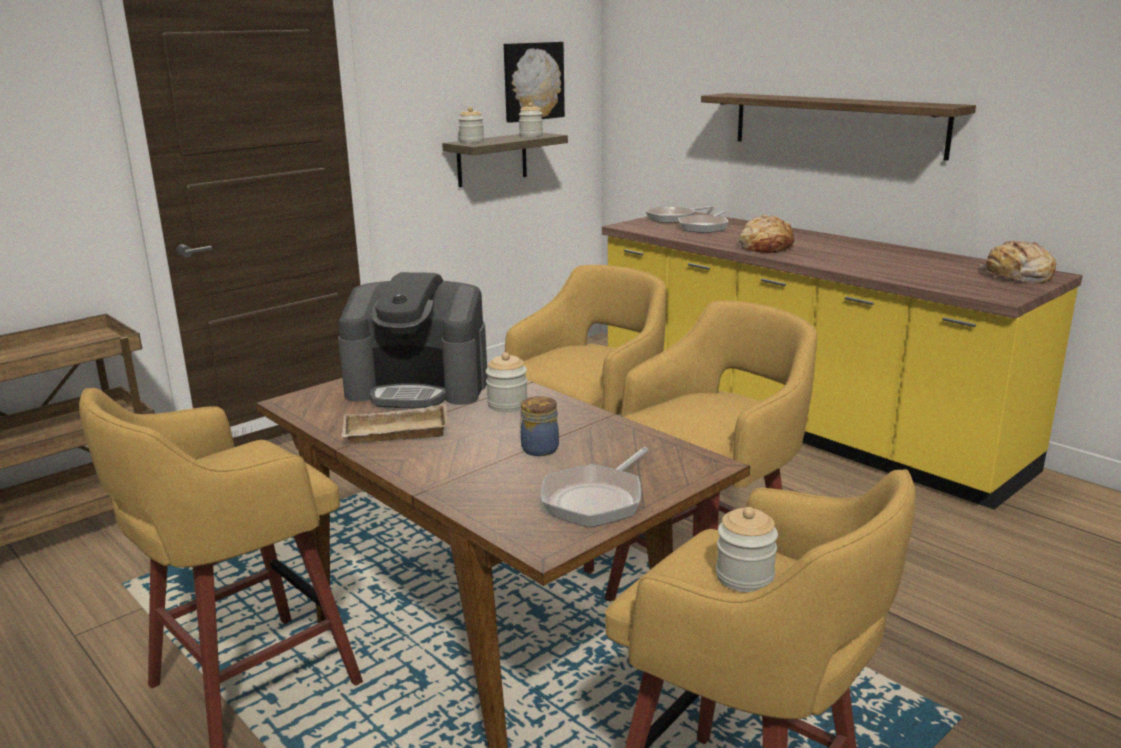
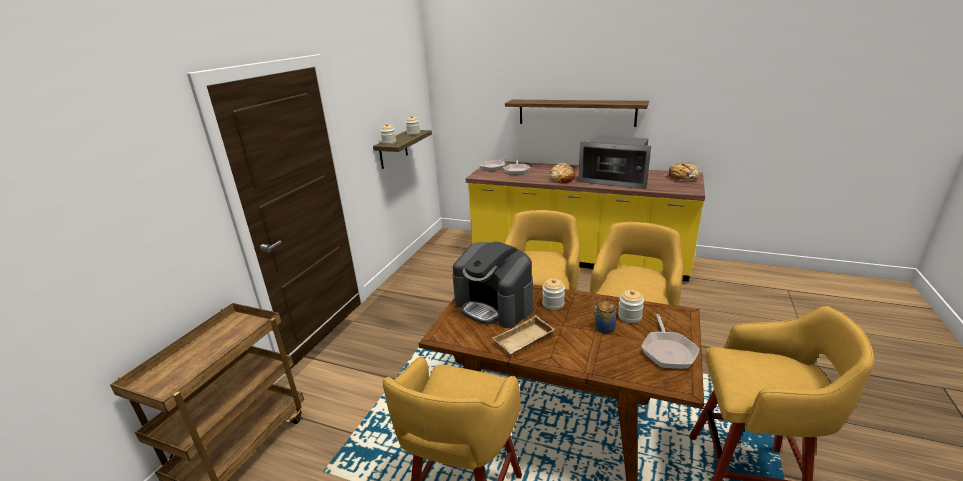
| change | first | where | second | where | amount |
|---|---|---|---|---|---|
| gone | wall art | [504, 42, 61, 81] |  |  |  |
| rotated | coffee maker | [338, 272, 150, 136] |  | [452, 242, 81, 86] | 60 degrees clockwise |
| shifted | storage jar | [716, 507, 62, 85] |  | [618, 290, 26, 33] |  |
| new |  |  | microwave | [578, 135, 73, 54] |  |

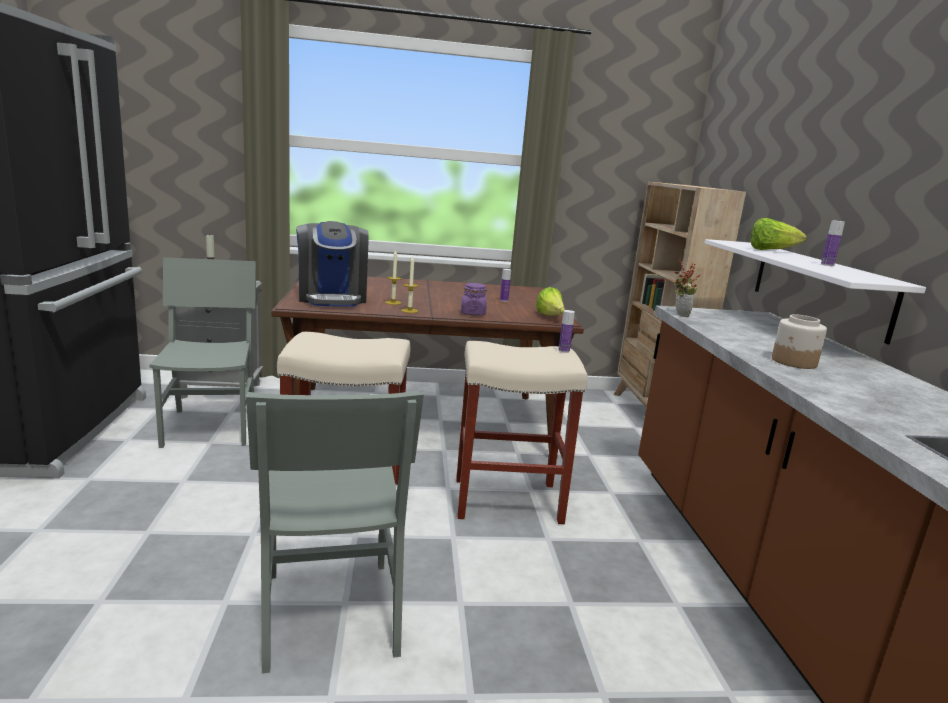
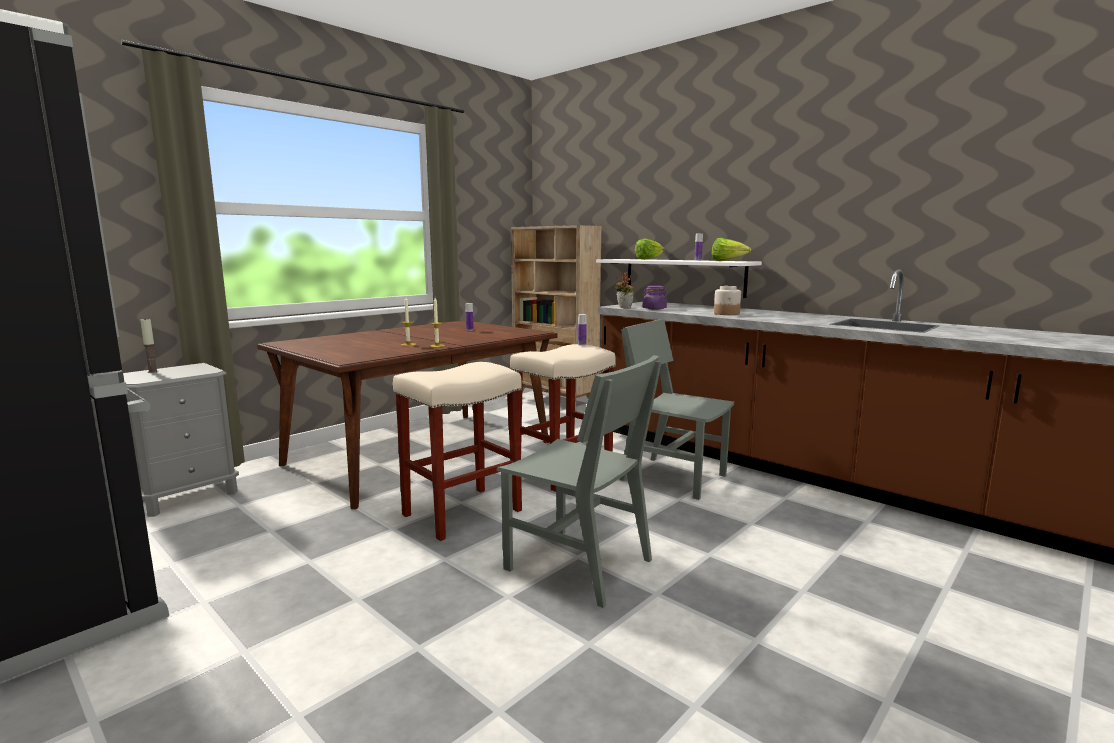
| change | first | where | second | where | amount |
|---|---|---|---|---|---|
| gone | coffee maker | [296, 221, 73, 85] |  |  |  |
| shifted | greyish upright chair | [149, 257, 107, 191] |  | [620, 319, 114, 181] |  |
| shifted | purple-coloured storage jar | [461, 283, 26, 33] |  | [643, 286, 24, 24] |  |
| shifted | head of lettuce | [536, 287, 29, 28] |  | [711, 238, 40, 23] |  |

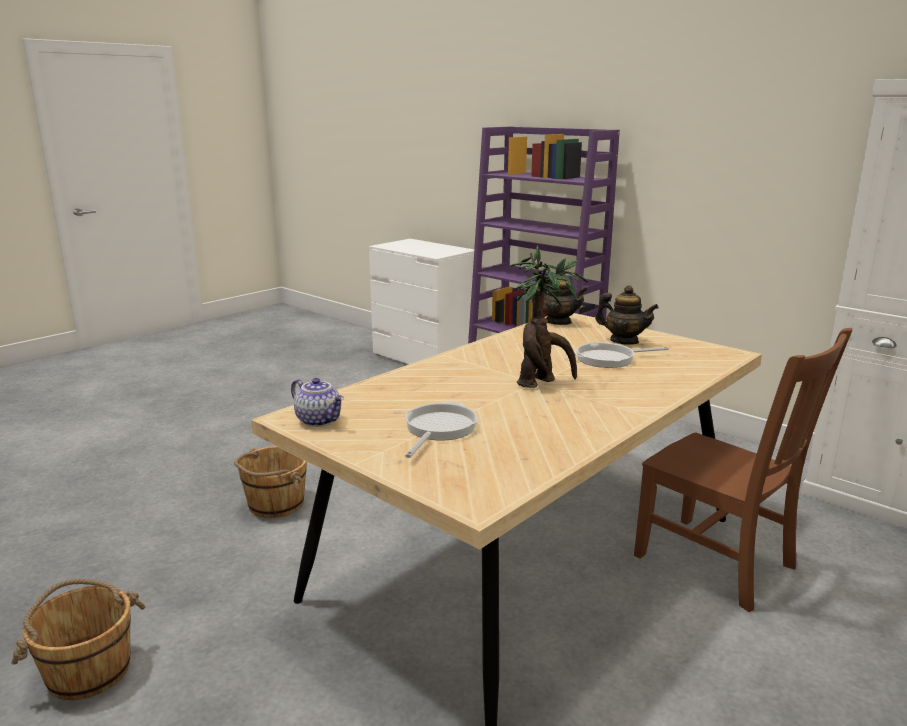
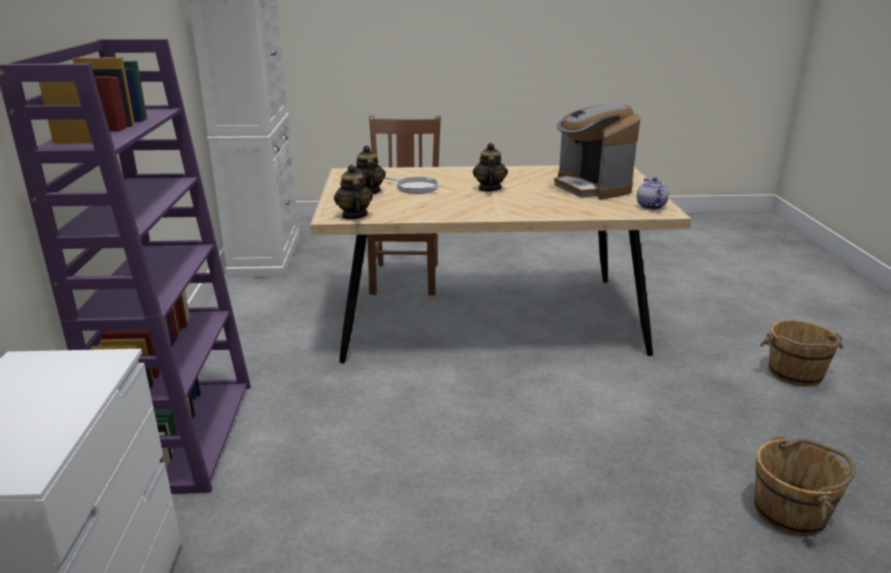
| change | first | where | second | where | amount |
|---|---|---|---|---|---|
| swapped | houseplant | [511, 245, 77, 143] | tea pot | [473, 143, 35, 49] |  |
| swapped | skillet | [405, 401, 73, 57] | coffee maker | [554, 103, 86, 96] |  |
| shifted | brown-coloured pail | [234, 446, 73, 72] |  | [754, 436, 102, 100] |  |

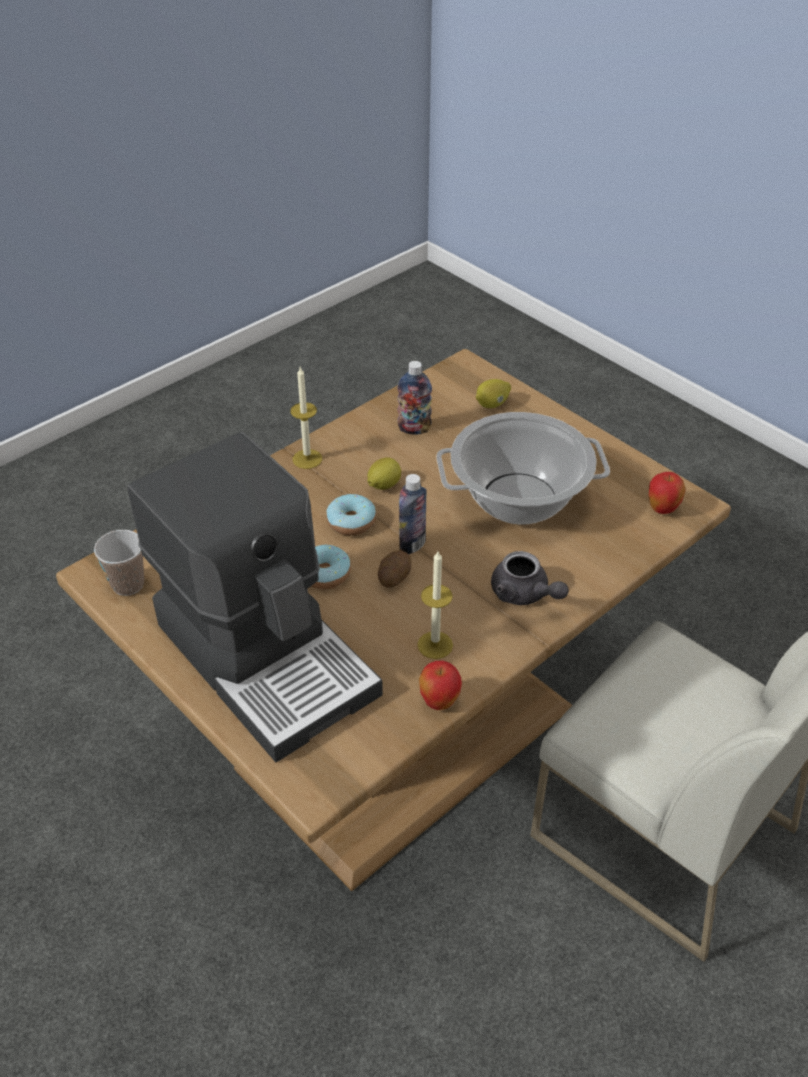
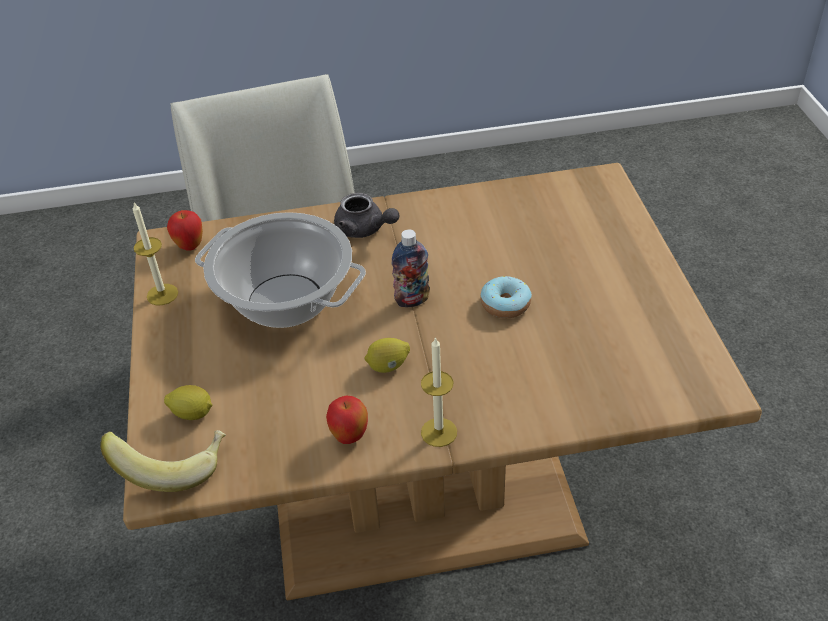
| change | first | where | second | where | amount |
|---|---|---|---|---|---|
| gone | drink bottle | [397, 361, 35, 74] |  |  |  |
| gone | coffee maker | [127, 432, 256, 330] |  |  |  |
| gone | ring doughnut | [326, 494, 50, 42] |  |  |  |
| gone | drinking cup | [94, 530, 50, 66] |  |  |  |
| gone | potato | [378, 551, 33, 36] |  |  |  |
| shifted | wax candle | [417, 551, 36, 108] |  | [133, 203, 45, 102] |  |
| rotated | greyish tea pot | [491, 551, 78, 54] |  | [334, 193, 66, 45] | 135 degrees clockwise |
| shifted | apple fruit | [419, 661, 43, 49] |  | [326, 395, 42, 49] |  |
| new |  |  | banana | [100, 430, 126, 62] |  |

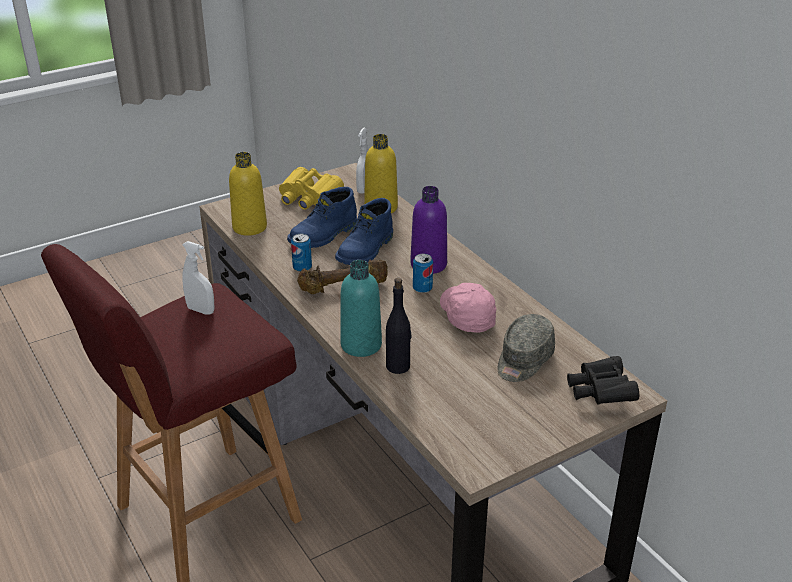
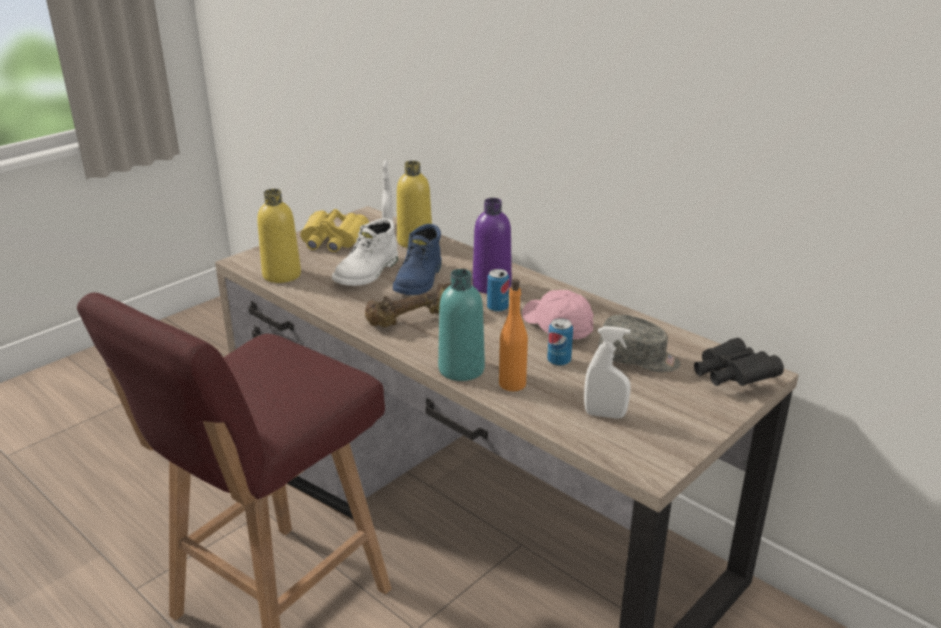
| change | first | where | second | where | amount |
|---|---|---|---|---|---|
| repainted | blue-coloured tall boot | [287, 187, 70, 61] | whitish tall boot | [332, 218, 66, 68] |  |
| shifted | metal can | [291, 234, 21, 38] |  | [547, 318, 26, 48] |  |
| shifted | whitish hand sprayer | [182, 241, 33, 74] |  | [584, 326, 47, 93] |  |
| repainted | black drink bottle | [386, 278, 25, 96] | orange-coloured drink bottle | [499, 278, 29, 113] |  |
| rotated | greyish cap | [497, 314, 58, 68] |  | [598, 315, 83, 57] | 90 degrees counterclockwise |

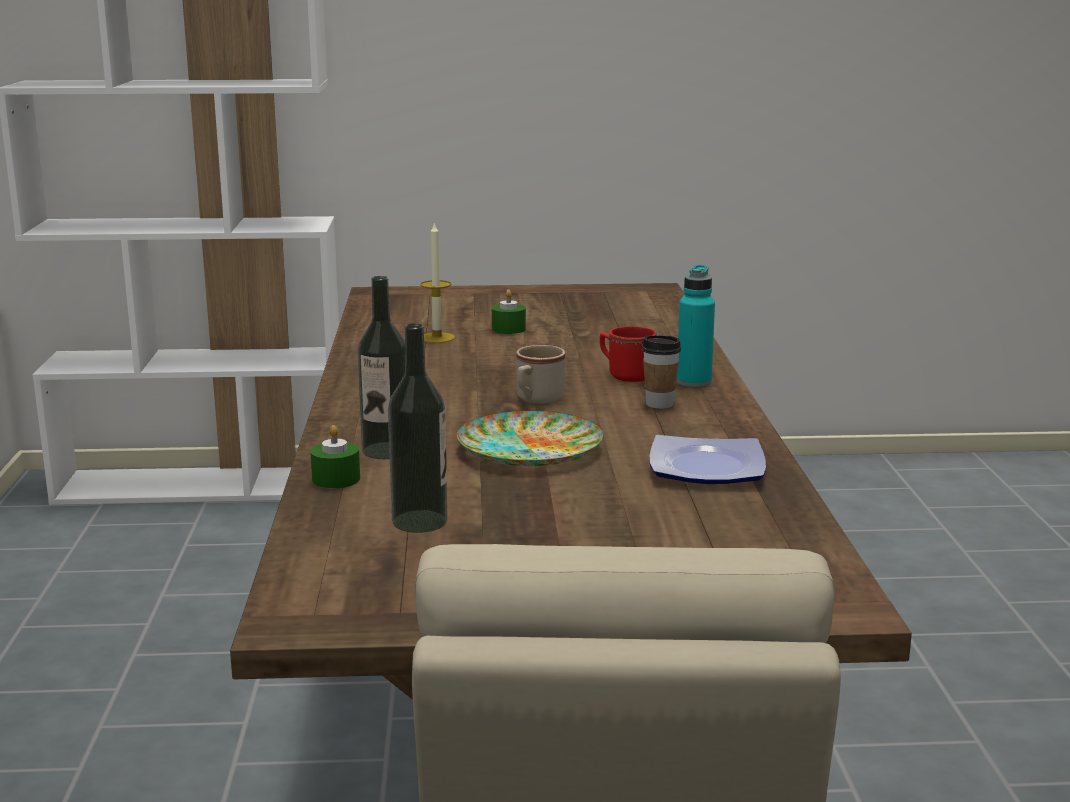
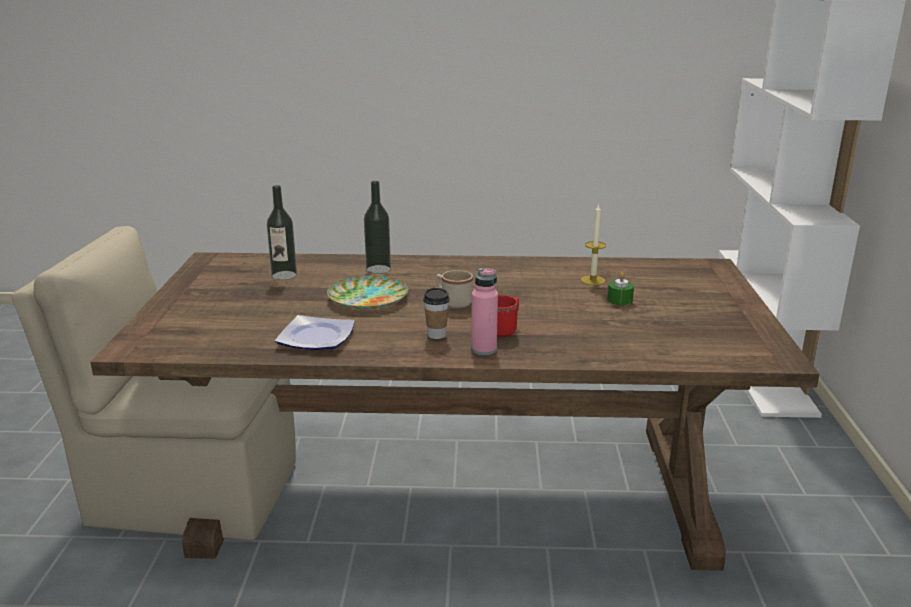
| change | first | where | second | where | amount |
|---|---|---|---|---|---|
| repainted | blue-green drink bottle | [677, 265, 38, 122] | pink-coloured drink bottle | [471, 268, 27, 87] |  |
| gone | green wax candle | [310, 425, 50, 63] |  |  |  |

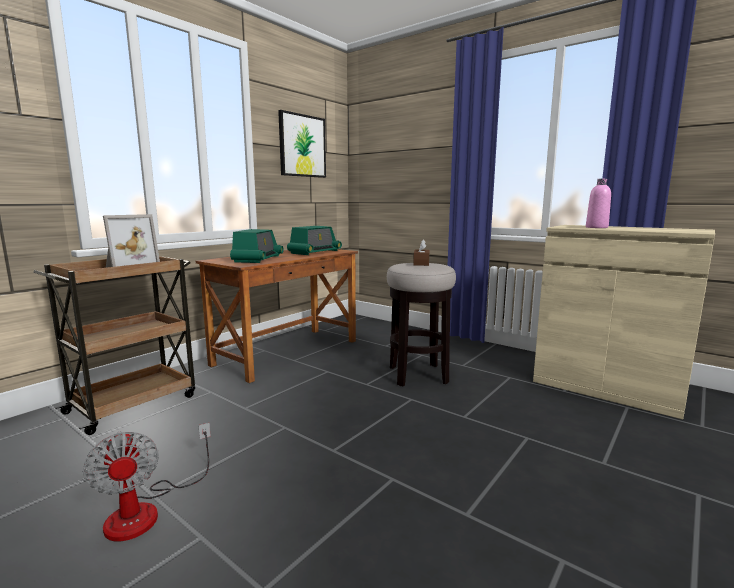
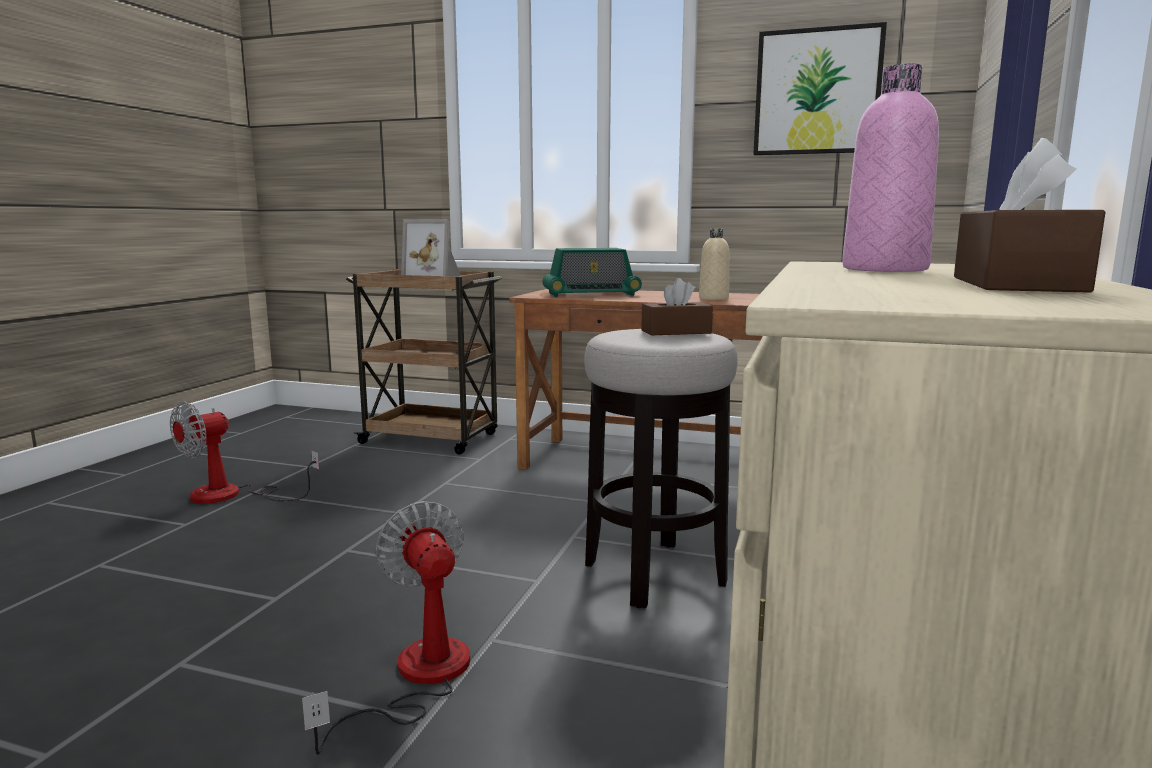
| change | first | where | second | where | amount |
|---|---|---|---|---|---|
| swapped | radio receiver | [287, 226, 55, 29] | beige-coloured drink bottle | [699, 229, 30, 71] |  |
| new |  |  | brown-coloured box of tissues | [954, 138, 151, 155] |  |
| new |  |  | electric fan | [302, 501, 168, 254] |  |

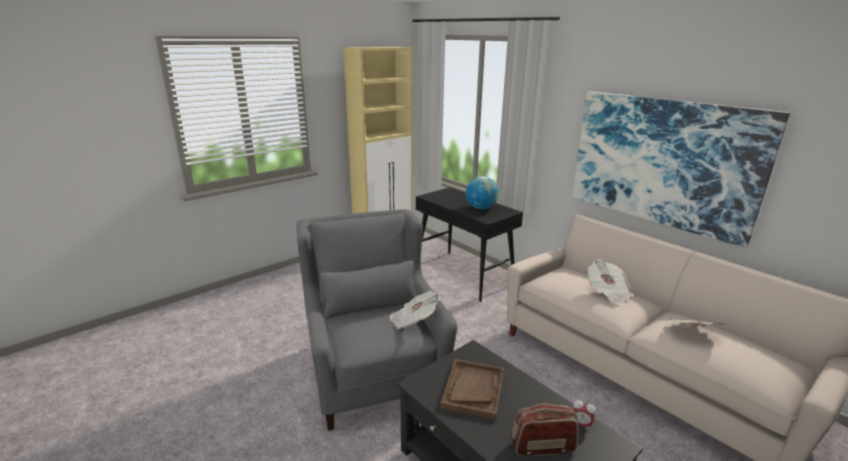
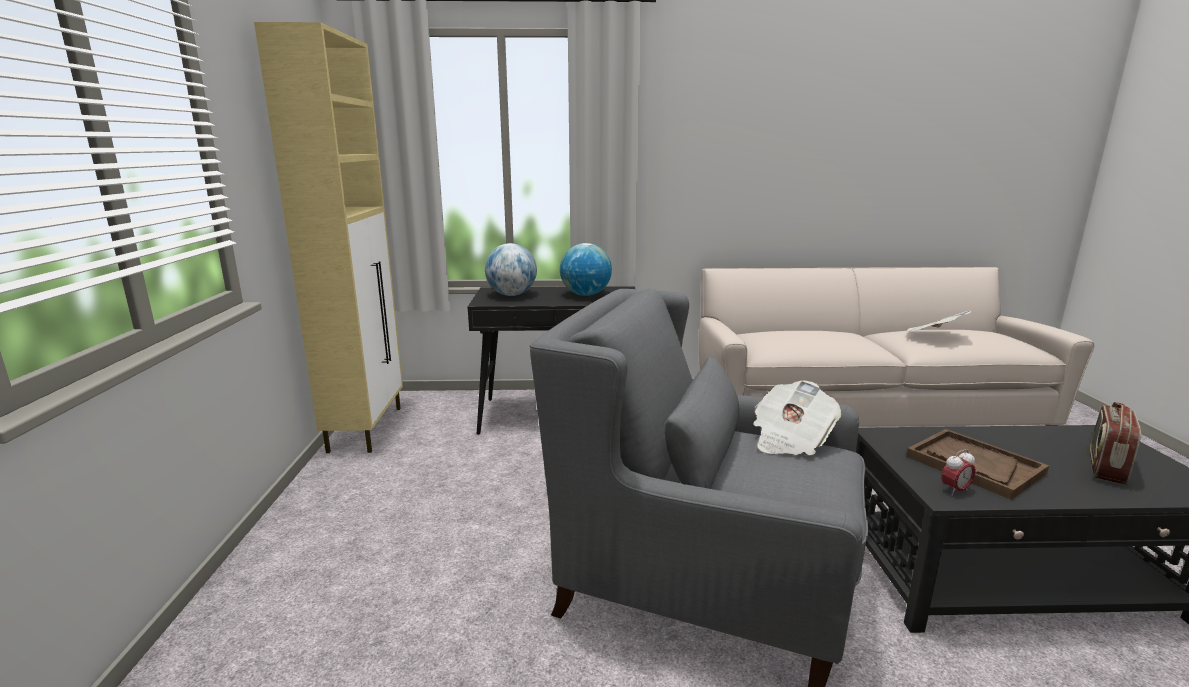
| change | first | where | second | where | amount |
|---|---|---|---|---|---|
| gone | wall art | [572, 91, 218, 157] |  |  |  |
| gone | printed paper | [587, 259, 45, 46] |  |  |  |
| shifted | bedside clock | [573, 399, 23, 31] |  | [941, 449, 35, 47] |  |
| new |  |  | globe | [485, 243, 52, 53] |  |

